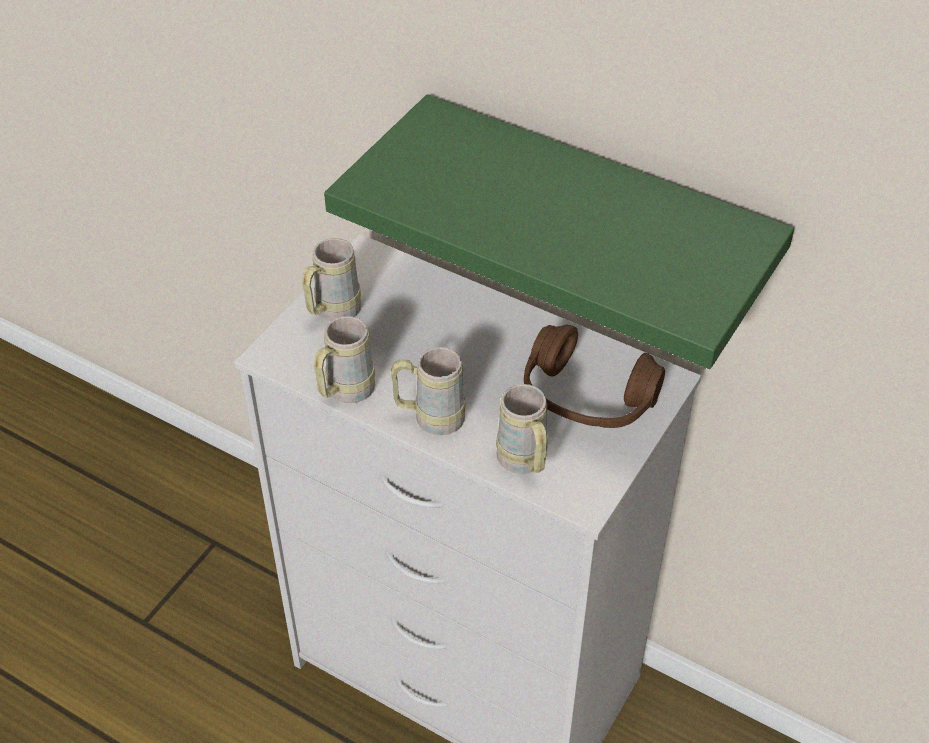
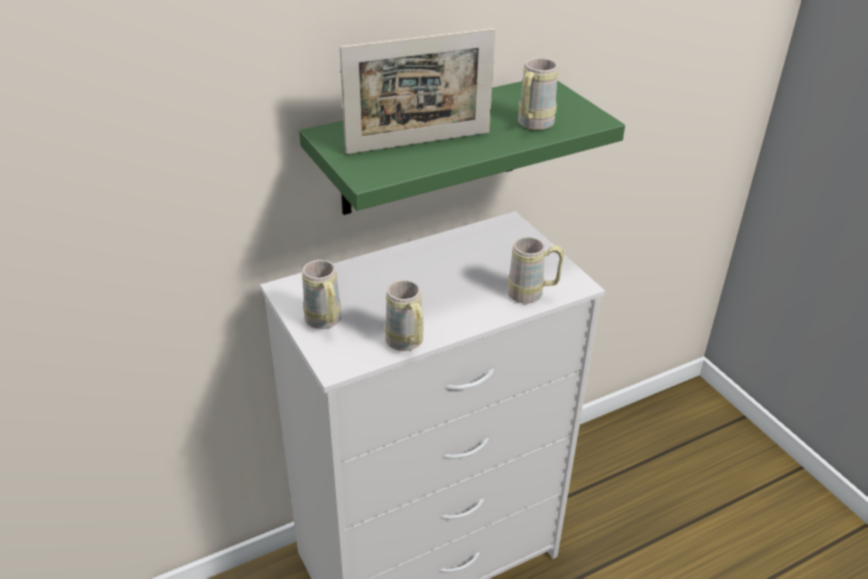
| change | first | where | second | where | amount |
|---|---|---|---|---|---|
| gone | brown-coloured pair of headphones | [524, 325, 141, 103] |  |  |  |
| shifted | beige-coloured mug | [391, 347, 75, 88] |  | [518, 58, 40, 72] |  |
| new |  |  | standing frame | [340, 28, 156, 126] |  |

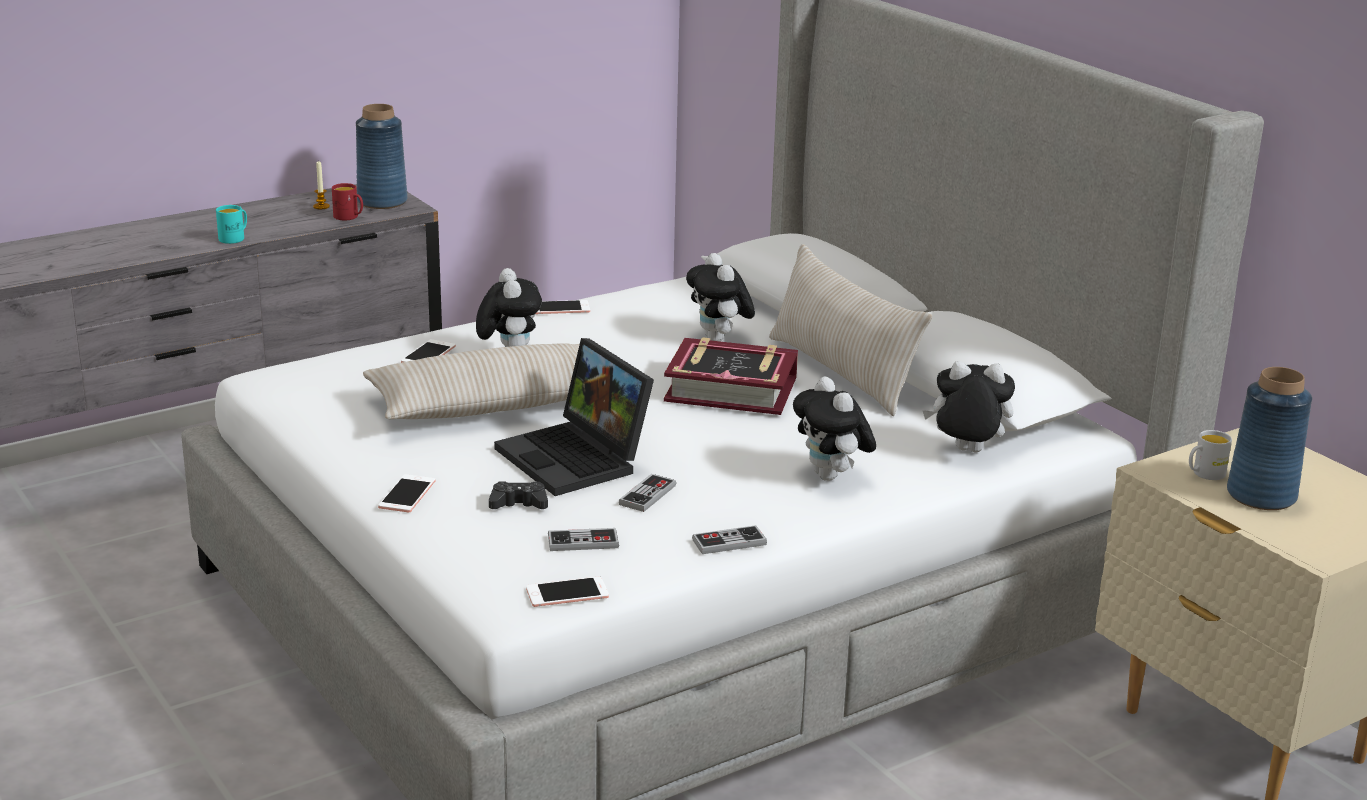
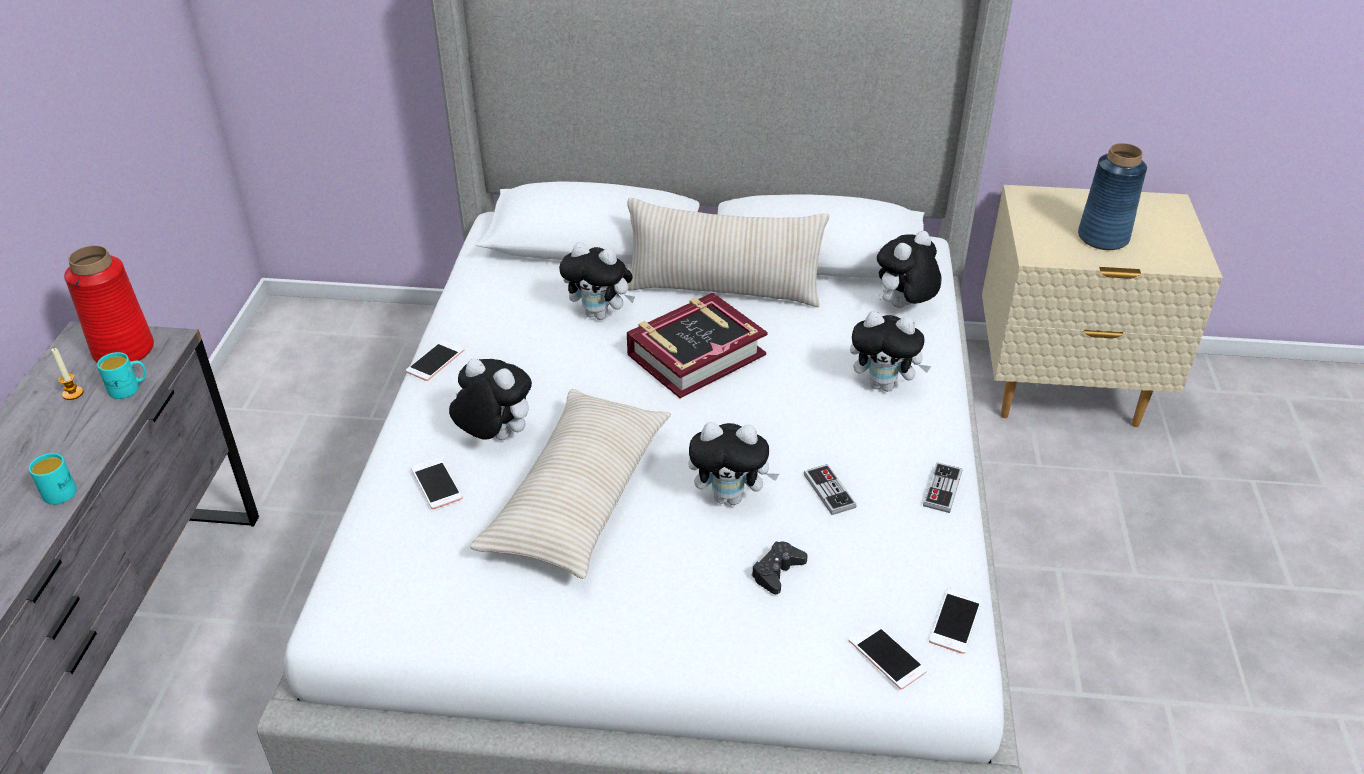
| change | first | where | second | where | amount |
|---|---|---|---|---|---|
| repainted | blue-coloured flower vase | [356, 104, 52, 105] | reddish flower vase | [64, 245, 90, 117] |  |
| repainted | reddish mug | [332, 183, 31, 37] | blue-green mug | [97, 352, 49, 47] |  |
| swapped | portable computer | [494, 338, 160, 158] | plush toy | [688, 422, 91, 83] |  |
| gone | whitish mug | [1189, 430, 43, 50] |  |  |  |
| shifted | phone | [378, 474, 57, 38] |  | [849, 622, 78, 67] |  |
| gone | game controller | [548, 528, 71, 23] |  |  |  |

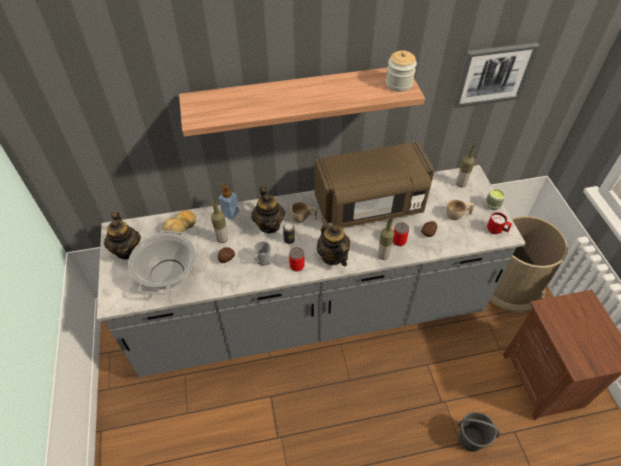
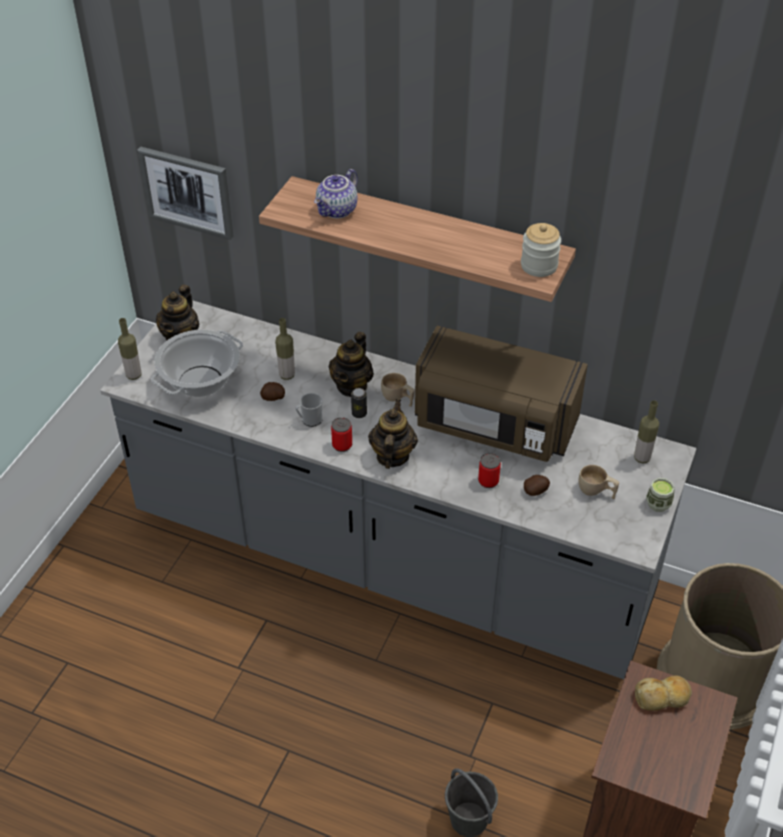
| change | first | where | second | where | amount |
|---|---|---|---|---|---|
| shifted | wall art | [453, 42, 87, 66] |  | [137, 146, 96, 94] |  |
| gone | soap dispenser | [219, 185, 20, 35] |  |  |  |
| shifted | bread | [162, 210, 34, 25] |  | [635, 675, 57, 36] |  |
| gone | reddish mug | [487, 212, 25, 22] |  |  |  |
| shifted | drink bottle | [378, 218, 17, 42] |  | [118, 318, 23, 62] |  |
| new |  |  | tea pot | [314, 169, 44, 49] |  |

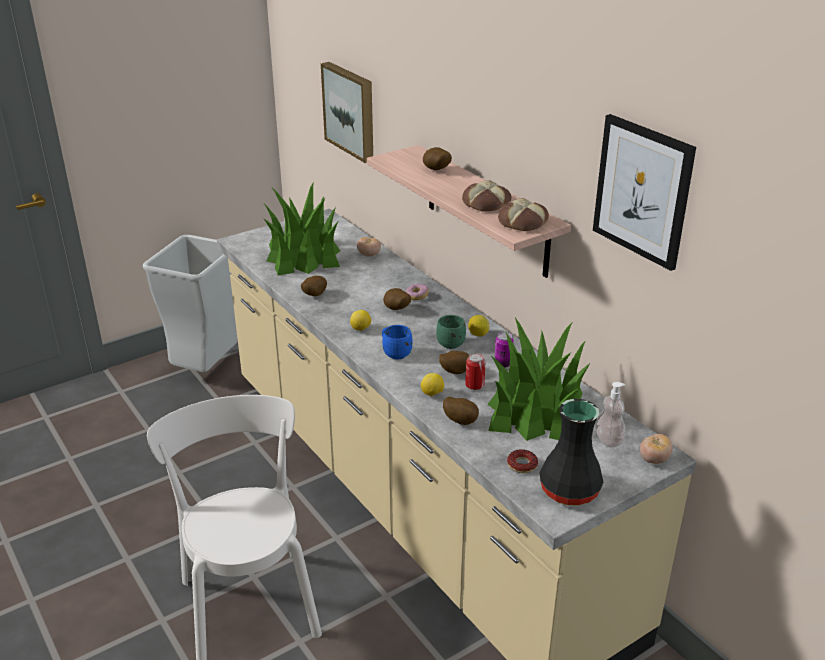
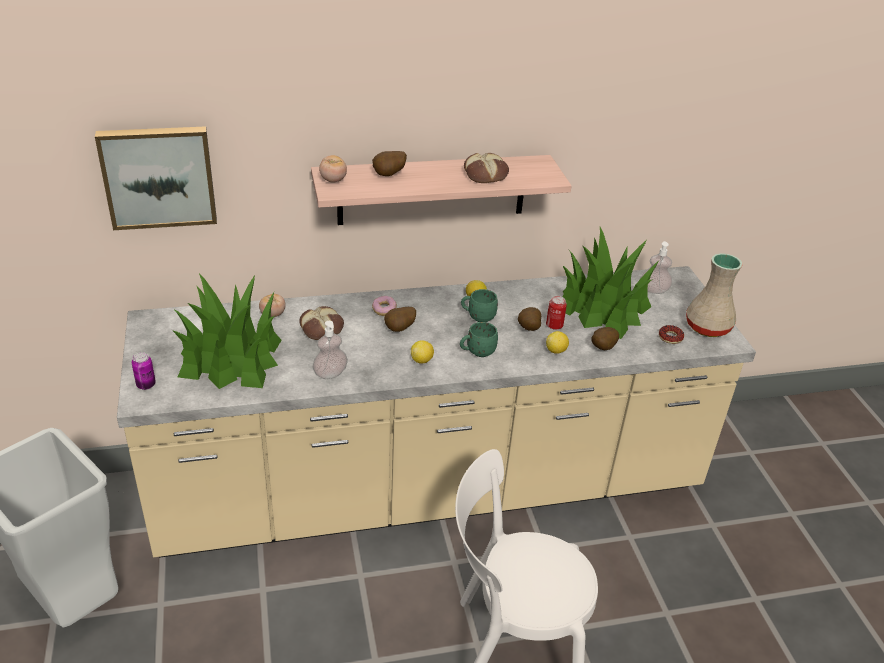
| change | first | where | second | where | amount |
|---|---|---|---|---|---|
| gone | wall art | [593, 114, 103, 157] |  |  |  |
| shifted | bread | [498, 198, 51, 33] |  | [299, 306, 45, 34] |  |
| swapped | potato | [301, 275, 26, 21] | soap dispenser | [313, 321, 35, 58] |  |
| repainted | blue-coloured mug | [382, 325, 30, 34] | green mug | [460, 322, 38, 35] |  |
| shifted | metal can | [495, 332, 19, 36] |  | [132, 352, 24, 38] |  |
| repainted | black flower vase | [539, 399, 65, 107] | beige-coloured flower vase | [686, 253, 57, 84] |  |
| shifted | fresh tomato | [640, 434, 33, 30] |  | [319, 155, 28, 28] |  |

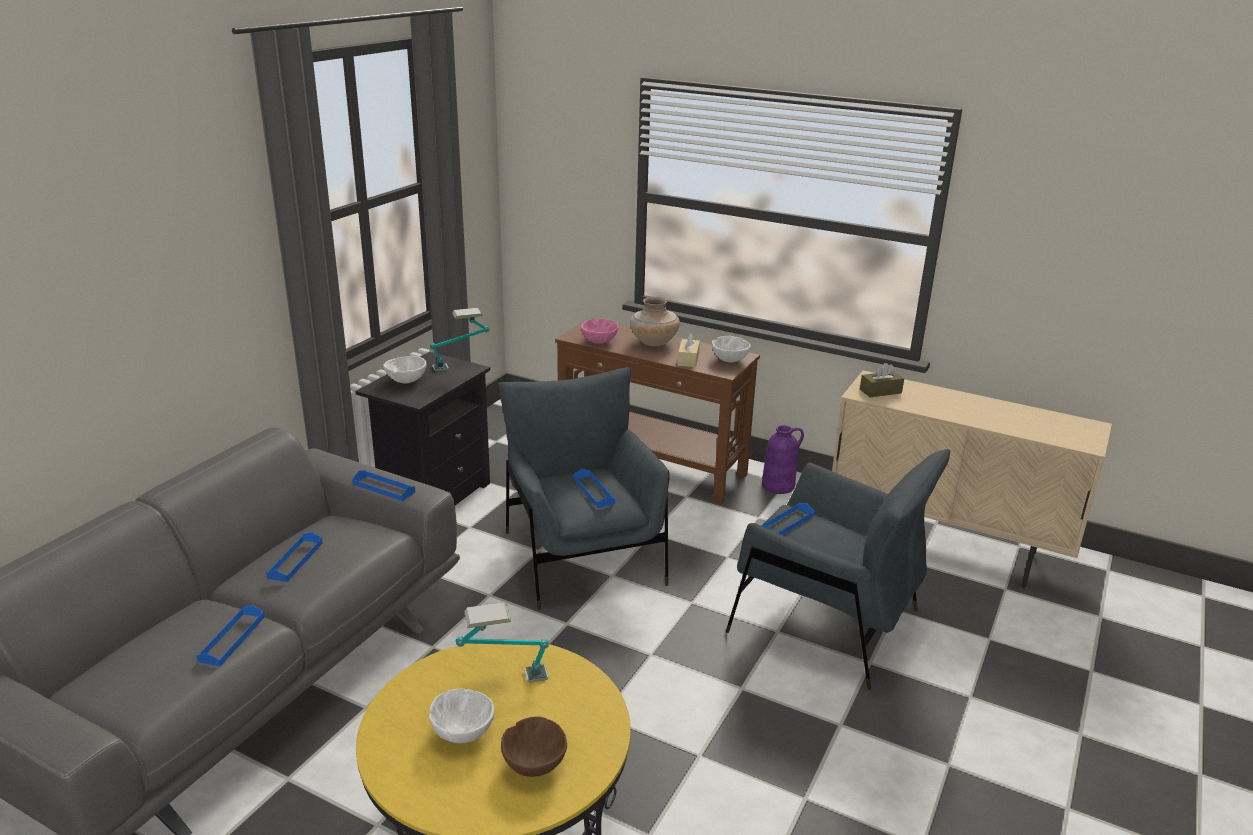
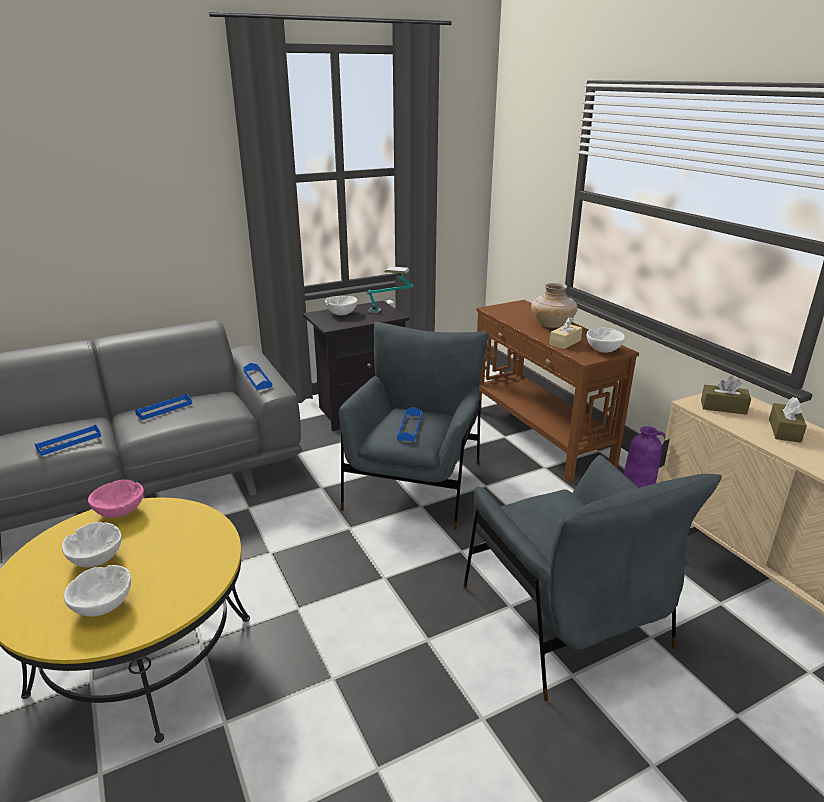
| change | first | where | second | where | amount |
|---|---|---|---|---|---|
| shifted | pink-coloured deep dish | [581, 319, 37, 25] |  | [88, 480, 56, 38] |  |
| gone | blue-coloured serving tray | [761, 503, 53, 32] |  |  |  |
| gone | tabletop lamp | [456, 602, 93, 81] |  |  |  |
| repainted | brown-coloured deep dish | [501, 717, 66, 60] | whitish deep dish | [64, 565, 67, 52] |  |
| new |  |  | brown-coloured box of tissues | [769, 397, 38, 46] |  |

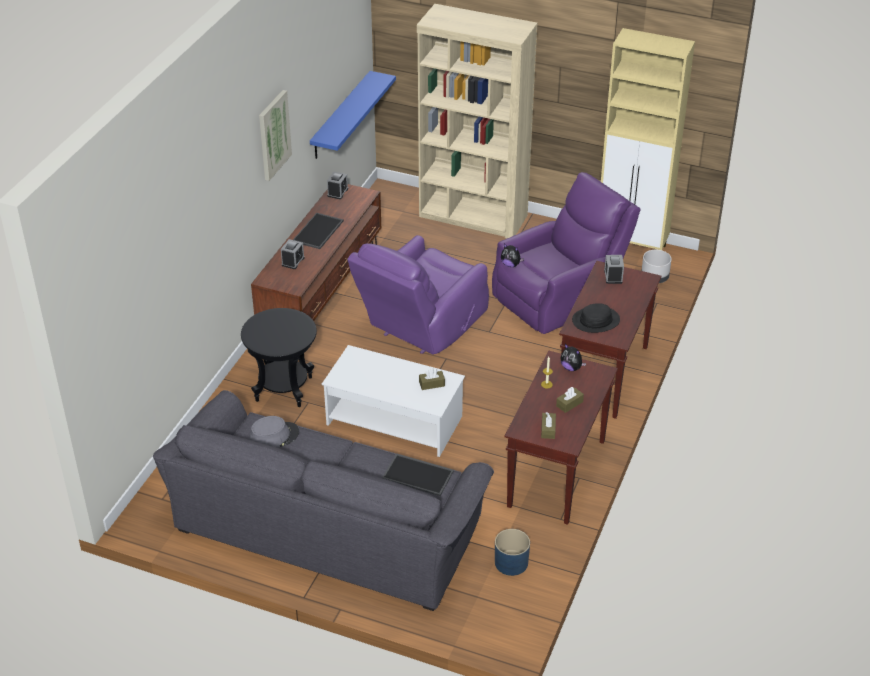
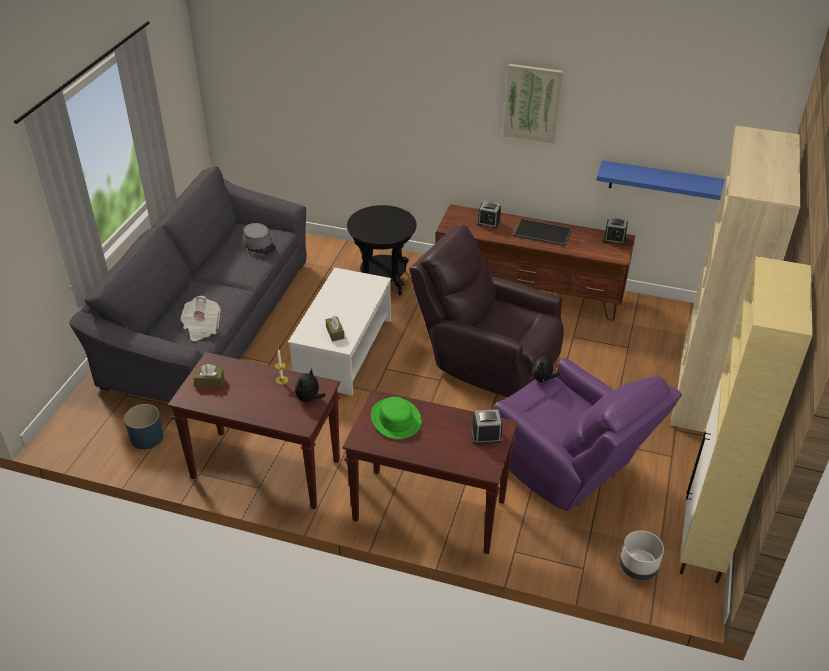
| change | first | where | second | where | amount |
|---|---|---|---|---|---|
| repainted | purple-coloured lounge chair | [347, 235, 142, 120] | brown-coloured lounge chair | [409, 225, 155, 173] |  |
| repainted | black wearable hat | [572, 303, 48, 30] | green wearable hat | [371, 397, 51, 42] |  |
| gone | brown-coloured box of tissues | [556, 387, 28, 26] |  |  |  |
| swapped | serving tray | [382, 453, 72, 43] | printed paper | [180, 296, 41, 45] |  |

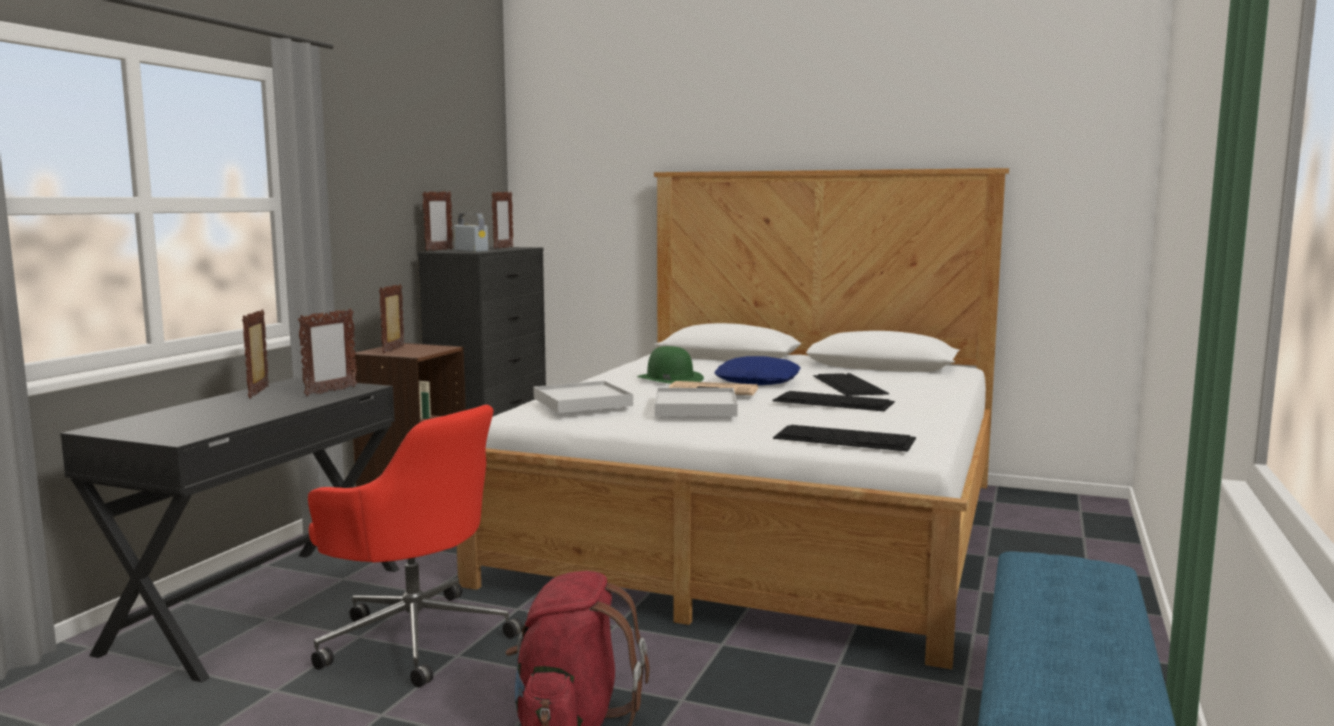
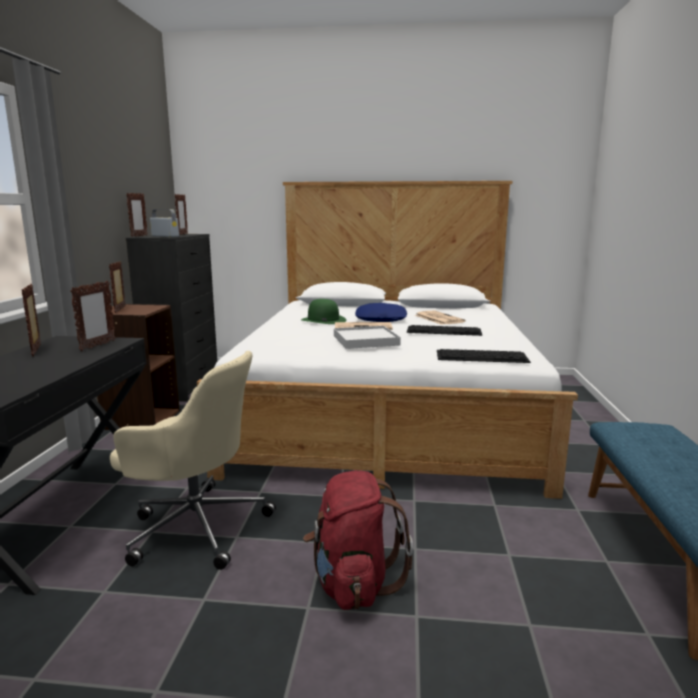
| change | first | where | second | where | amount |
|---|---|---|---|---|---|
| swapped | PC keyboard | [813, 373, 76, 23] | printed paper | [415, 310, 51, 15] |  |
| gone | whitish serving tray | [533, 381, 100, 32] |  |  |  |
| repainted | reddish office chair | [308, 405, 215, 283] | beige-coloured office chair | [110, 351, 166, 219] |  |

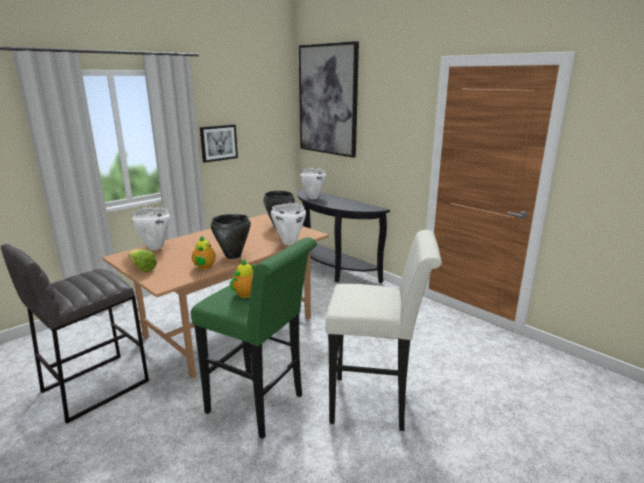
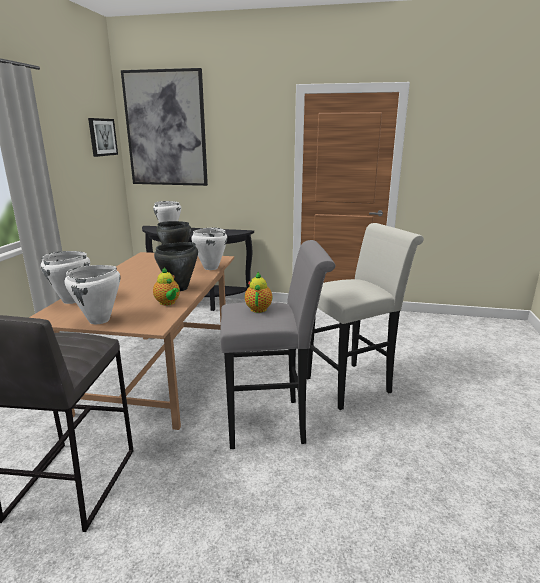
| change | first | where | second | where | amount |
|---|---|---|---|---|---|
| shifted | wall art | [200, 125, 38, 38] |  | [88, 118, 30, 39] |  |
| repainted | green stool | [191, 237, 126, 202] | greyish stool | [220, 240, 116, 209] |  |
| swapped | head of lettuce | [128, 250, 29, 22] | whitish stockpot | [65, 265, 55, 59] |  |

